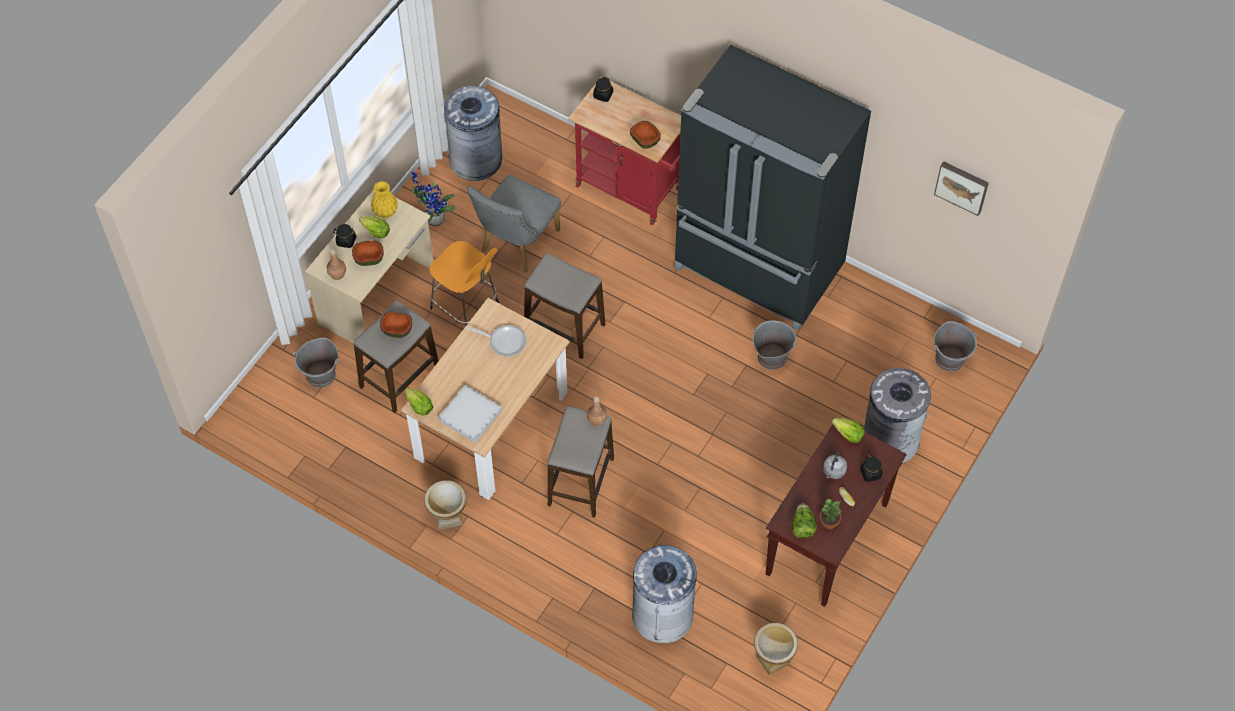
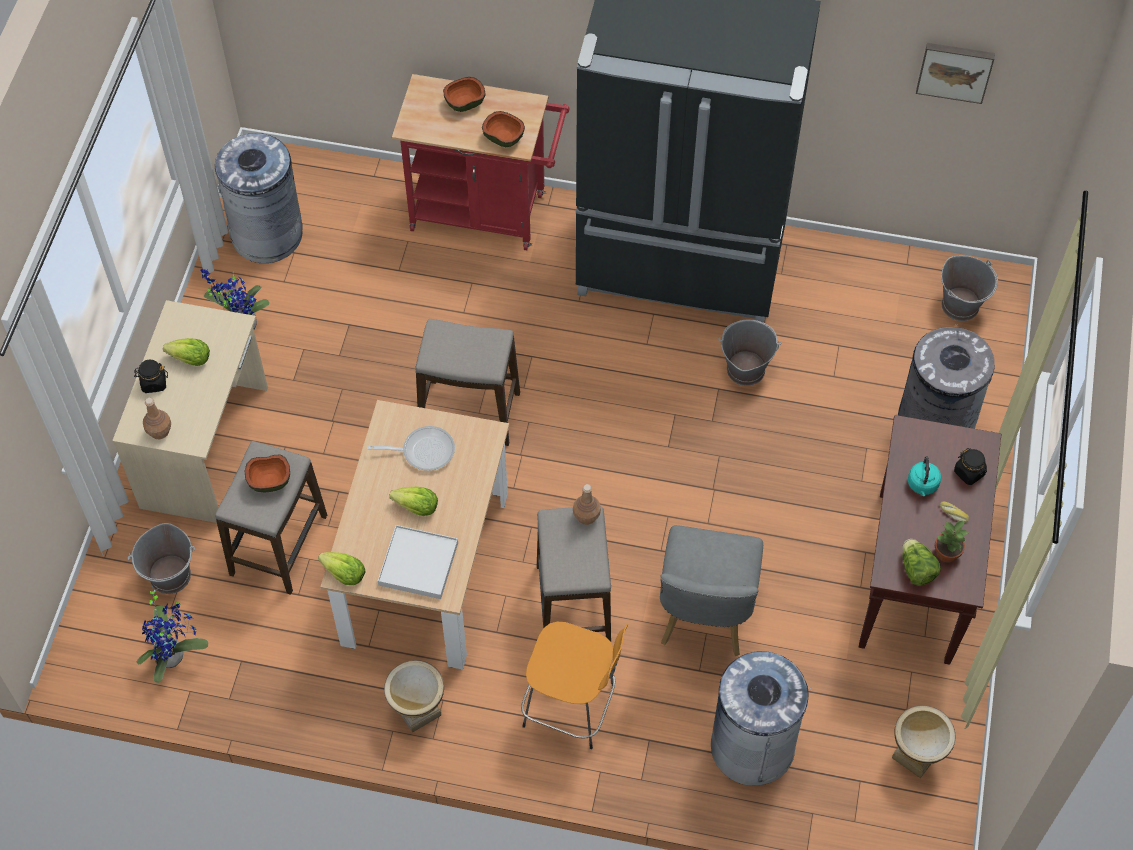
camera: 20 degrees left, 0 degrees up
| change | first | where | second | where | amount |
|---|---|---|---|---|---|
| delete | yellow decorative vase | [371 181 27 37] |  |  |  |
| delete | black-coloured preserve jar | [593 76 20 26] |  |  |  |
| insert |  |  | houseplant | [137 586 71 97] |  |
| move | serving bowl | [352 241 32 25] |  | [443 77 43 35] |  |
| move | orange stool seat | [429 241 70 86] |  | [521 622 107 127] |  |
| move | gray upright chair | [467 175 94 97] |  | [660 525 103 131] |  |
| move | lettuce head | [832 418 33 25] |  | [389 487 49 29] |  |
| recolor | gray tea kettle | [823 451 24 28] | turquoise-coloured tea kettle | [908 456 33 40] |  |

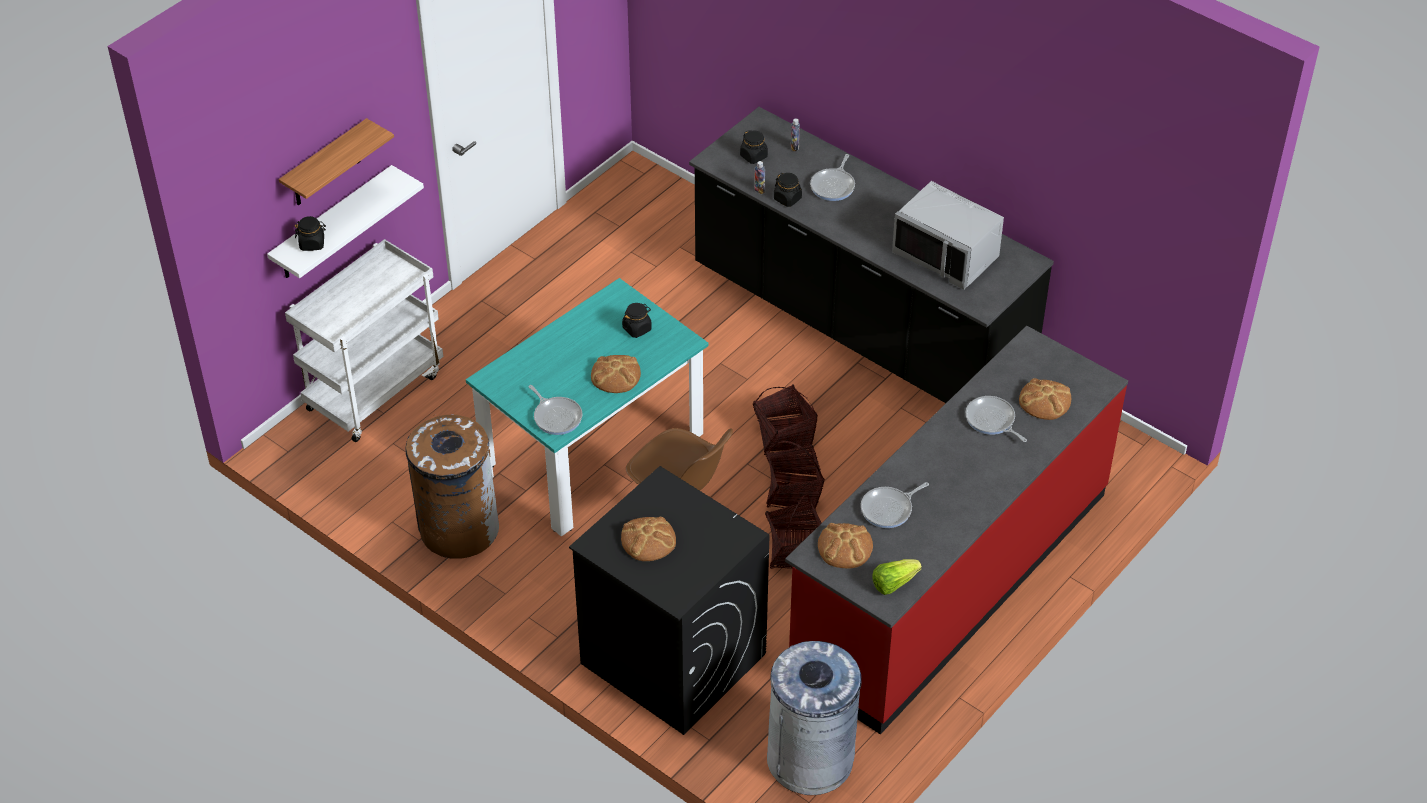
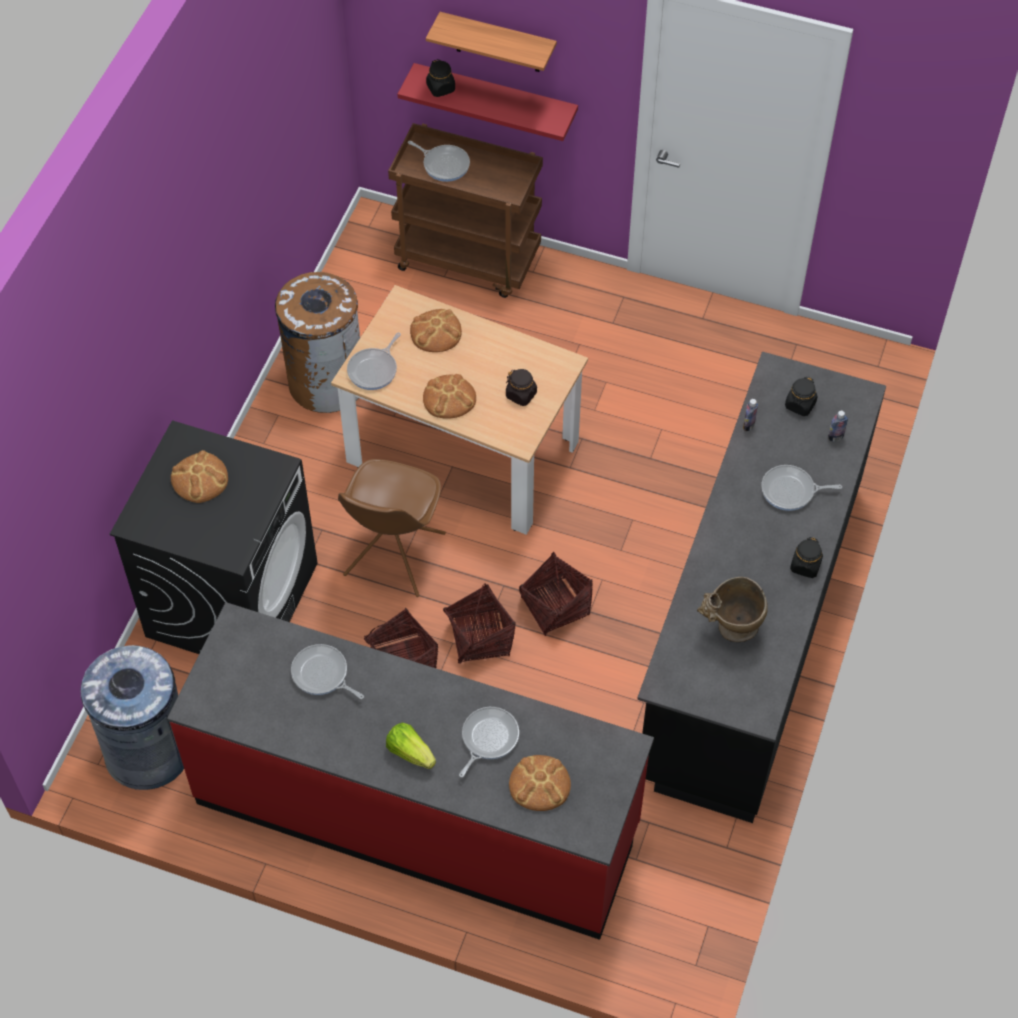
camera: 70 degrees right, 10 degrees up
| change | first | where | second | where | amount |
|---|---|---|---|---|---|
| insert |  |  | pan | [408 141 62 41] |  |
| move | black-coloured preserve jar | [774 173 28 34] |  | [790 537 33 41] |  |
| move | bakery bread | [818 523 55 45] |  | [410 309 52 43] |  |
| move | lettuce head | [872 559 50 36] |  | [386 723 50 46] |  |
| replace | gray kitchen microwave | [892 181 112 109] | sand-coloured decorative vase | [697 577 71 65] |  |
| recolor | whitish bracket shelf | [267 165 157 113] | reddish bracket shelf | [398 63 180 78] |  |
| recolor | whitish wheeled cart | [285 239 158 203] | brownish wheeled cart | [388 123 155 175] |  |
| recolor | turquoise-coloured dinner table | [466 278 242 259] | sand-coloured dinner table | [331 285 257 250] |  |

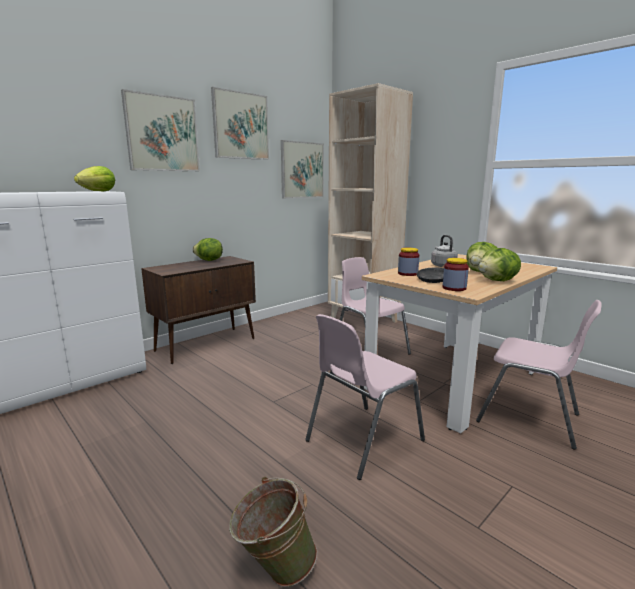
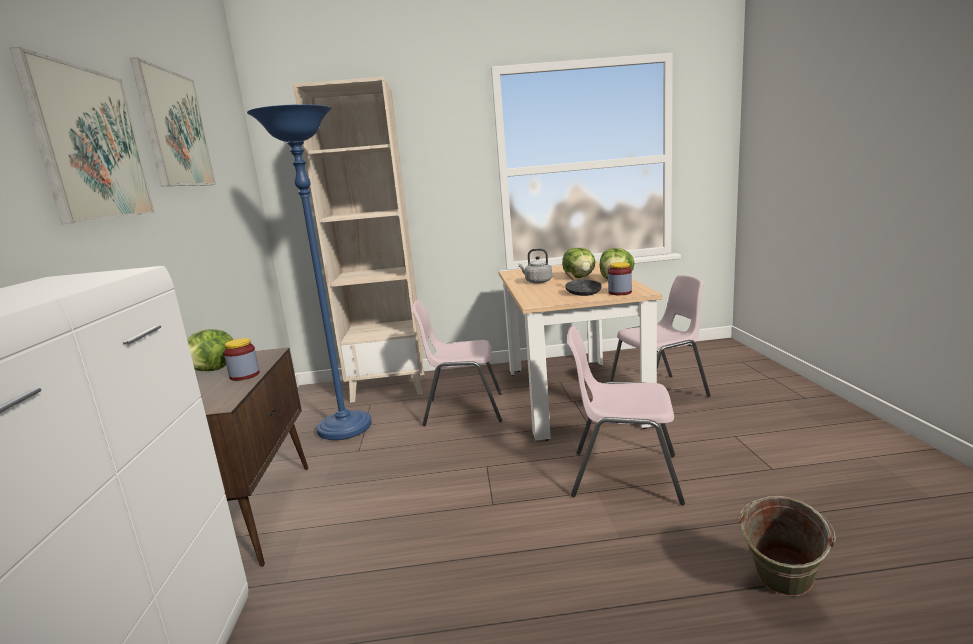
camera: 50 degrees left, 0 degrees up
| change | first | where | second | where | amount |
|---|---|---|---|---|---|
| delete | lettuce head | [74 166 41 26] |  |  |  |
| delete | wall art | [281 140 43 59] |  |  |  |
| insert |  |  | blue-coloured standing lamp | [247 104 125 336] |  |
| move | preserve jar | [398 248 21 28] |  | [224 338 36 43] |  |
| rotate | pinkish upright chair | [305 314 120 166] |  | [567 326 118 179] | 105 degrees clockwise |

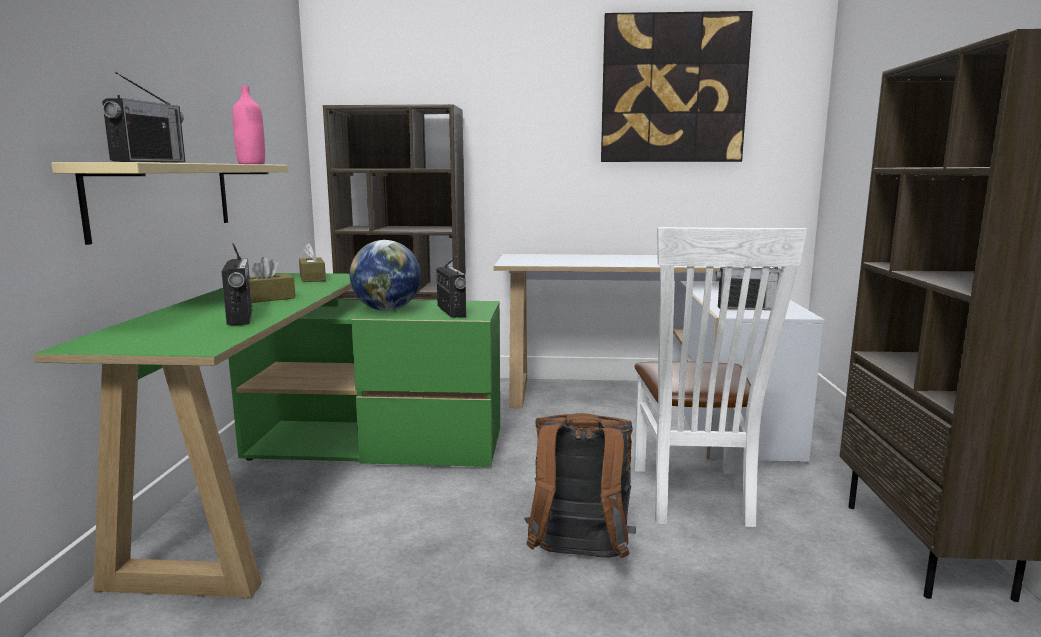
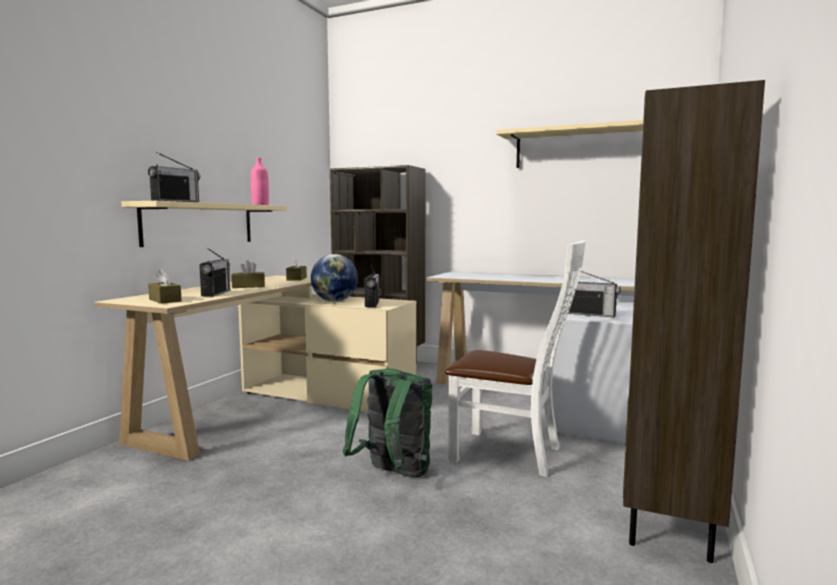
camera: 20 degrees right, 5 degrees down
| change | first | where | second | where | amount |
|---|---|---|---|---|---|
| insert |  |  | brownish box of tissues | [148 269 34 35] |  |
| replace | wall art | [601 11 152 151] | sand-coloured bracket shelf | [496 120 147 48] |  |
| recolor | green-coloured desk unit | [34 273 466 325] | sand-coloured desk unit | [94 275 323 186] |  |
| recolor | brownish rucksack | [524 413 112 145] | green-coloured rucksack | [343 368 89 109] |  |
| rotate | whitish upright chair | [634 227 173 300] |  | [445 240 141 237] | 90 degrees counterclockwise |

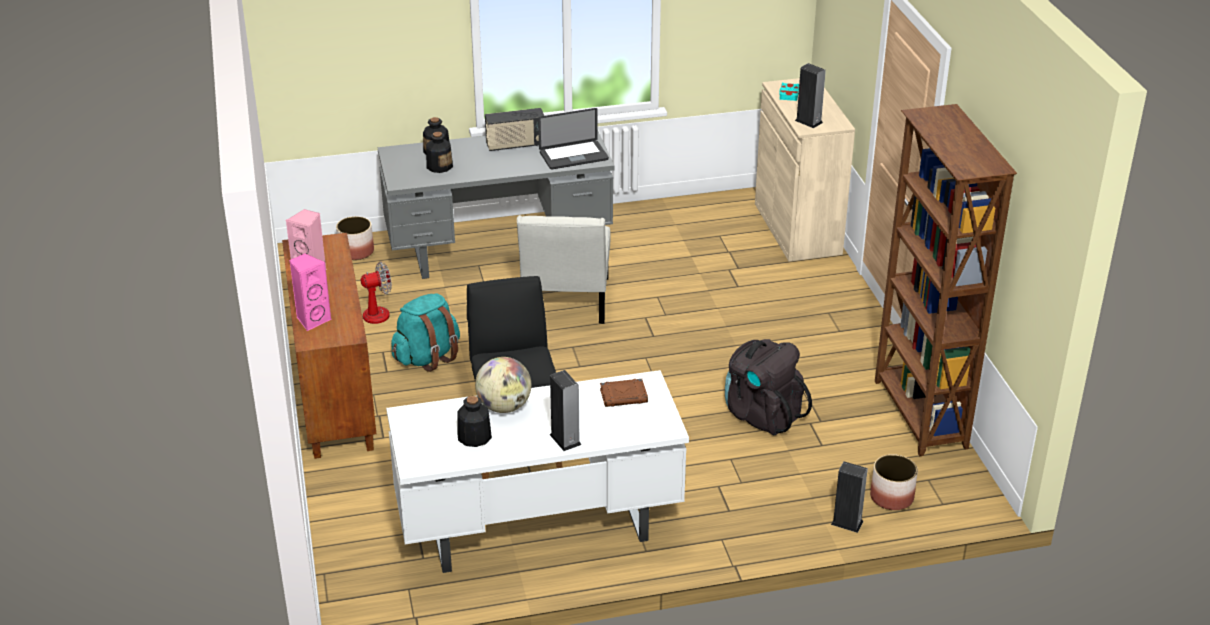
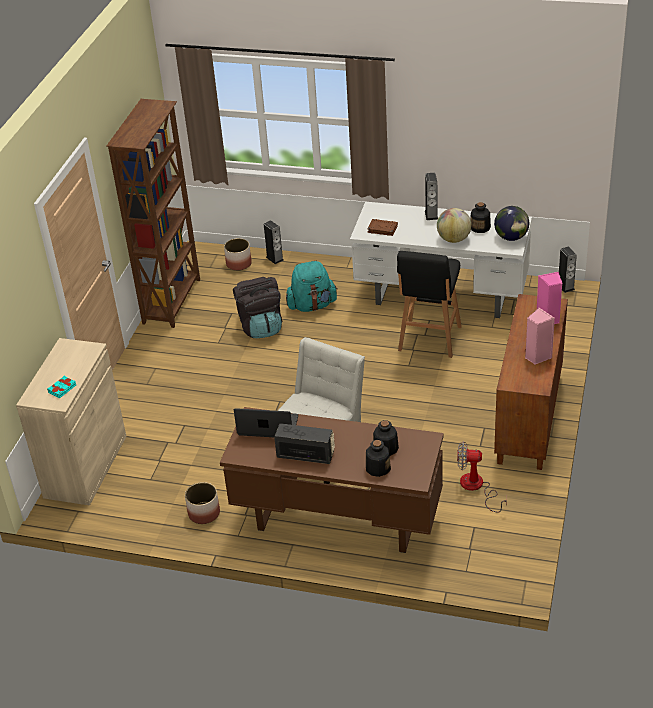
camera: 150 degrees left, 5 degrees up
| change | first | where | second | where | amount |
|---|---|---|---|---|---|
| insert |  |  | globe | [494 206 35 35] |  |
| move | plant pot | [336 216 38 44] |  | [185 482 35 42] |  |
| move | turquoise-coloured rucksack | [391 293 69 79] |  | [286 261 51 51] |  |
| move | loudspeaker | [795 63 31 65] |  | [559 247 18 46] |  |
| recolor | gray desk unit | [378 131 236 148] | brownish desk unit | [220 407 224 146] |  |

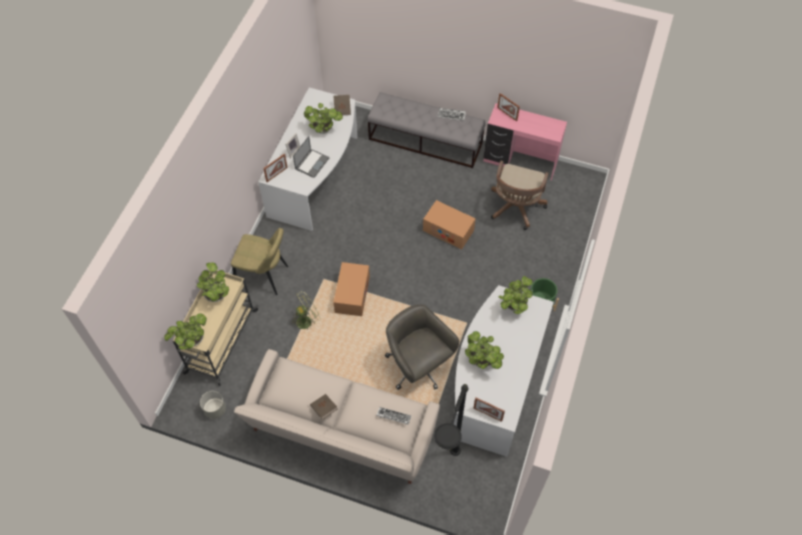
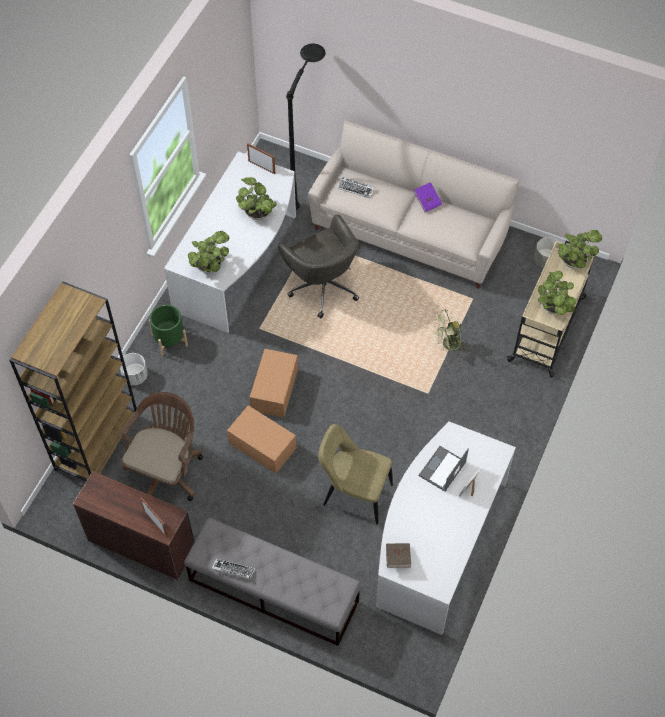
camera: 175 degrees left, 0 degrees up
| change | first | where | second | where | amount |
|---|---|---|---|---|---|
| delete | photo frame | [263 154 24 28] |  |  |  |
| delete | houseplant | [304 103 39 31] |  |  |  |
| insert |  |  | brownish bookcase | [9 282 128 199] |  |
| insert |  |  | whitish plant pot | [120 353 28 32] |  |
| move | sand-coloured upright chair | [231 228 57 67] |  | [318 424 75 101] |  |
| move | packing box | [333 262 37 54] |  | [250 349 48 68] |  |
| recolor | brownish book | [310 394 28 25] | purple-coloured book | [414 182 28 31] |  |
| recolor | pinkish desk unit | [483 103 84 78] | brownish desk unit | [73 471 121 109] |  |

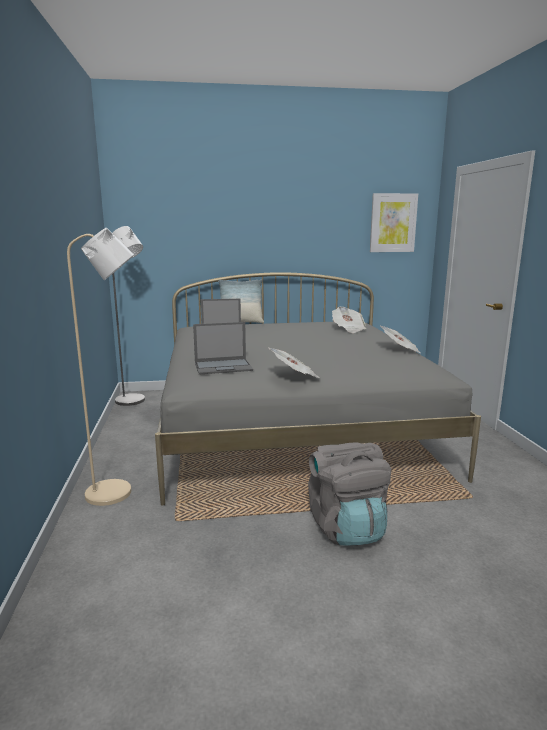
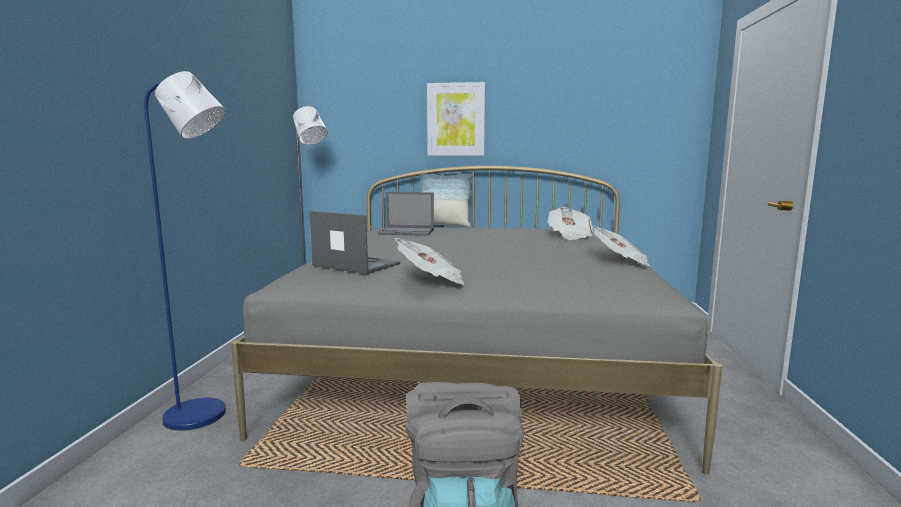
camera: 15 degrees right, 5 degrees down
| change | first | where | second | where | amount |
|---|---|---|---|---|---|
| move | wall art | [370 193 48 59] |  | [427 82 58 74] |  |
| recolor | sand-coloured standing lamp | [67 228 67 278] | blue-coloured standing lamp | [144 71 82 360] |  |
| rotate | notebook computer | [193 322 60 52] |  | [310 211 91 63] | 150 degrees counterclockwise |

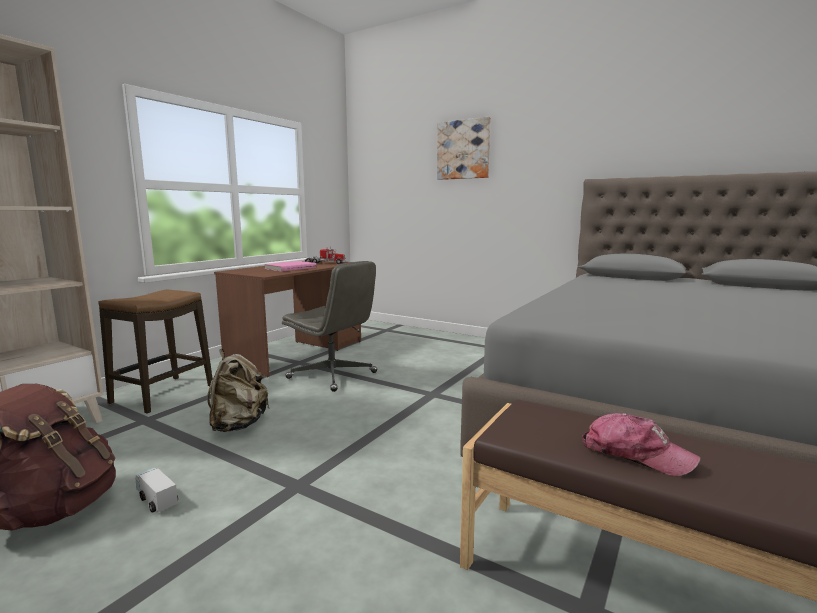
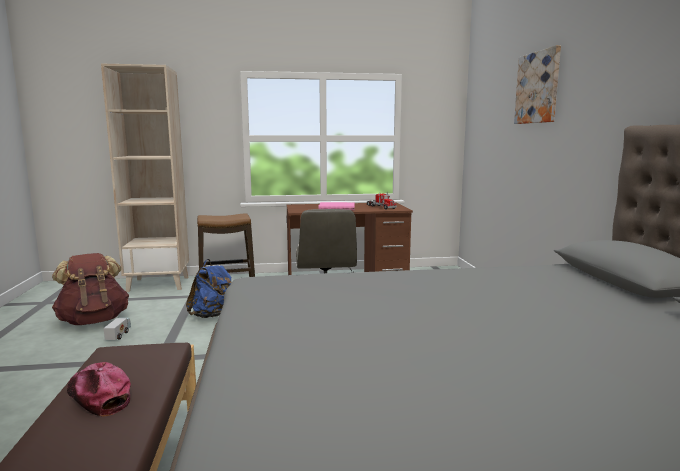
camera: 50 degrees right, 0 degrees up
| change | first | where | second | where | amount |
|---|---|---|---|---|---|
| recolor | sand-coloured rucksack | [207 348 62 84] | blue-coloured rucksack | [186 259 46 59] |  |
| rotate | baseball cap | [582 413 119 63] |  | [67 362 64 55] | 135 degrees clockwise |

